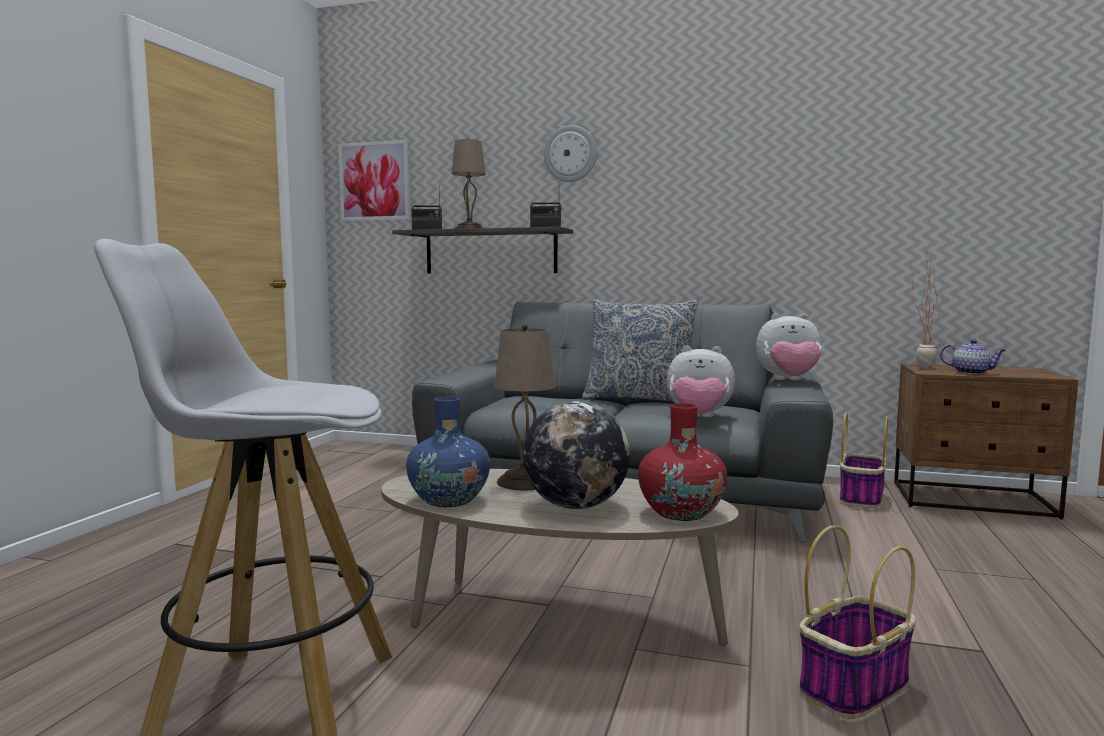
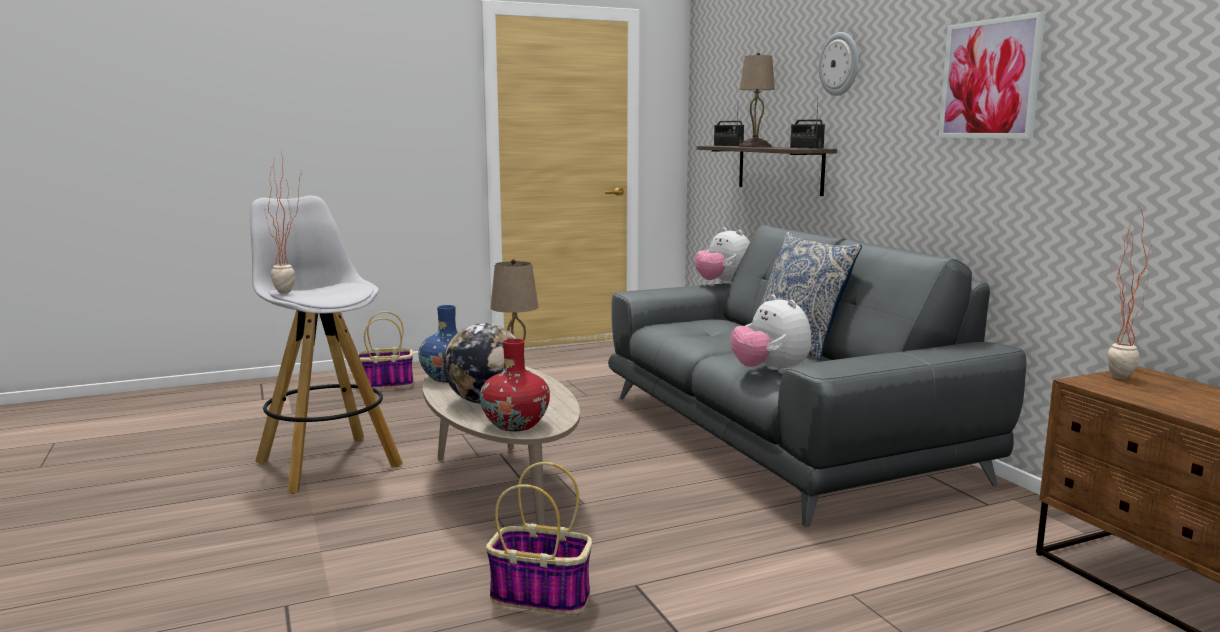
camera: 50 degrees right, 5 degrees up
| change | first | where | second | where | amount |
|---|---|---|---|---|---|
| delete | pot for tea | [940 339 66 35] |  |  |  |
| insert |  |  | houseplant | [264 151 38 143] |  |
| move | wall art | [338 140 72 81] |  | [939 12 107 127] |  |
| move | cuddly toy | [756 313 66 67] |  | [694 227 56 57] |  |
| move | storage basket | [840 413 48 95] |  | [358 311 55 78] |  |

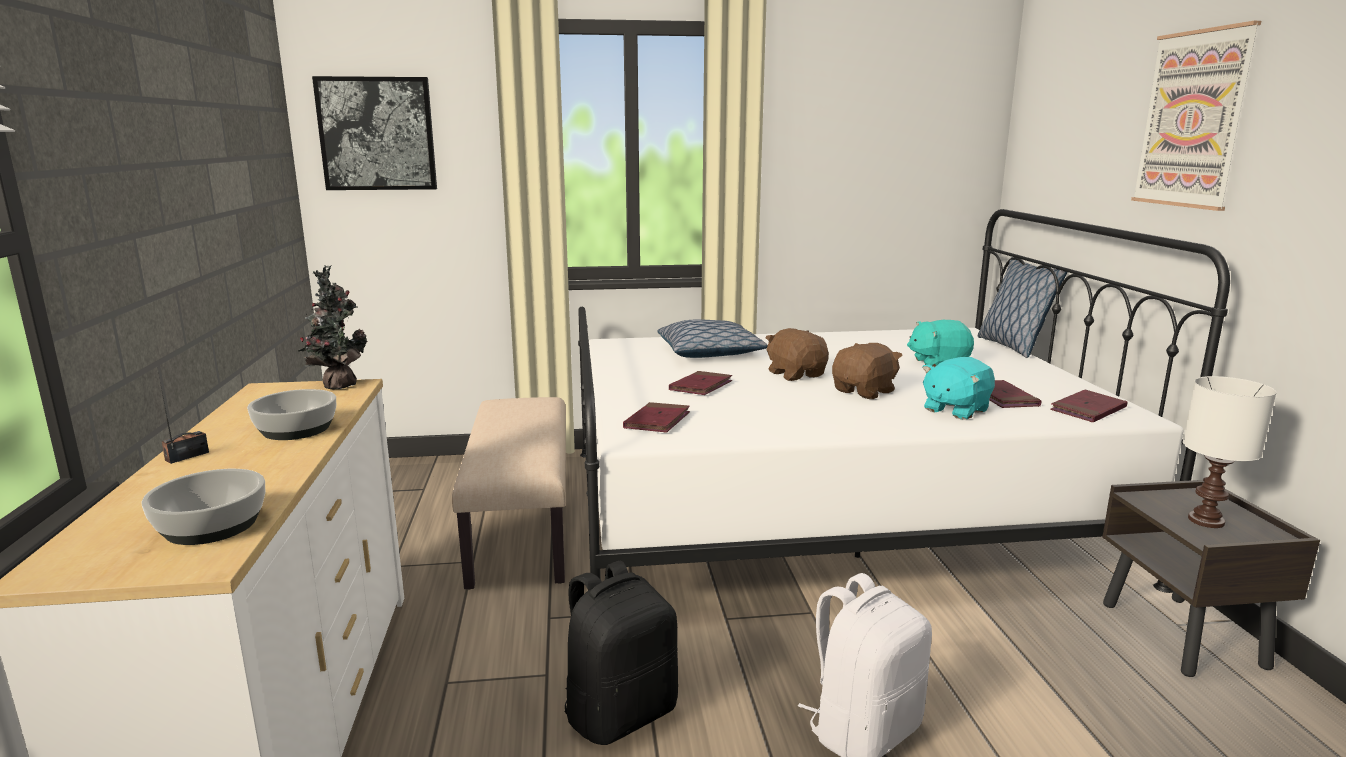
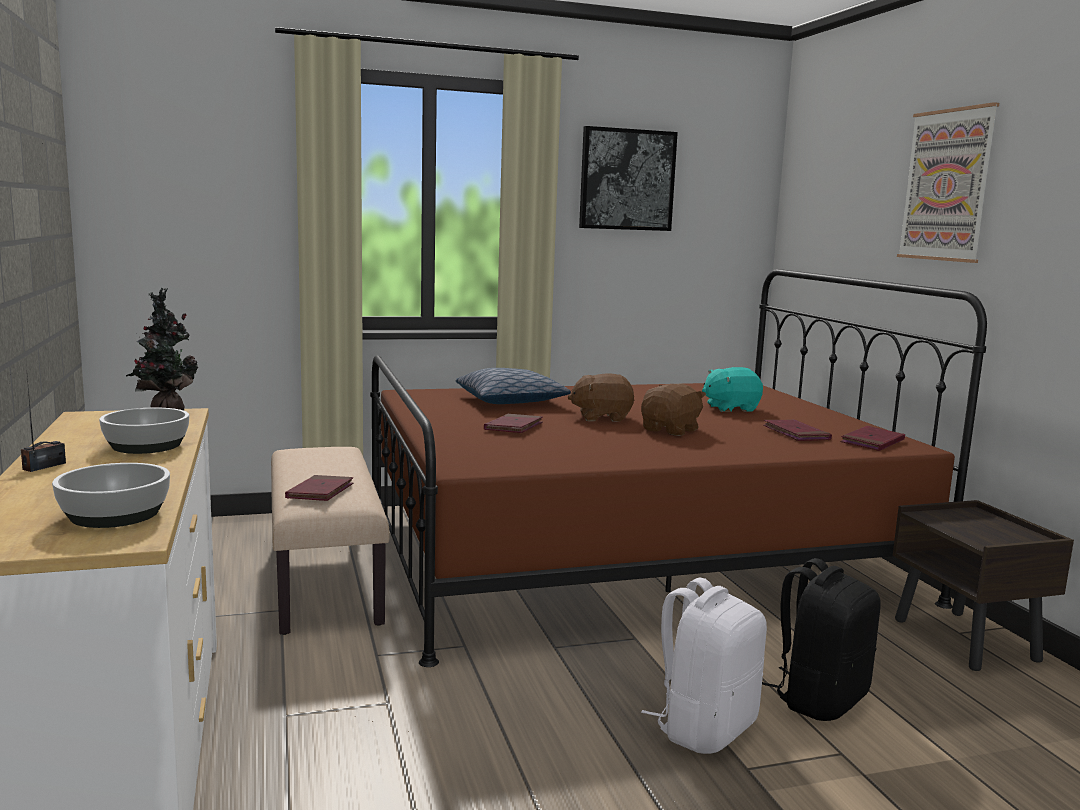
camera: 10 degrees left, 5 degrees down
| change | first | where | second | where | amount |
|---|---|---|---|---|---|
| delete | turquoise-coloured cuddly toy | [922 357 73 63] |  |  |  |
| delete | cushion | [977 257 90 101] |  |  |  |
| delete | whitish tabletop lamp | [1183 376 94 152] |  |  |  |
| move | wall art | [312 76 125 114] |  | [579 126 99 105] |  |
| move | black-coloured rucksack | [565 560 113 185] |  | [762 558 119 163] |  |
| move | reddish book | [623 402 67 31] |  | [285 475 69 26] |  |
| recolor | whitish sleeping bed | [578 209 652 384] | brownish sleeping bed | [370 269 617 398] |  |
| rotate | brownish cuddly toy | [765 328 64 53] |  | [568 373 66 49] | 60 degrees counterclockwise |

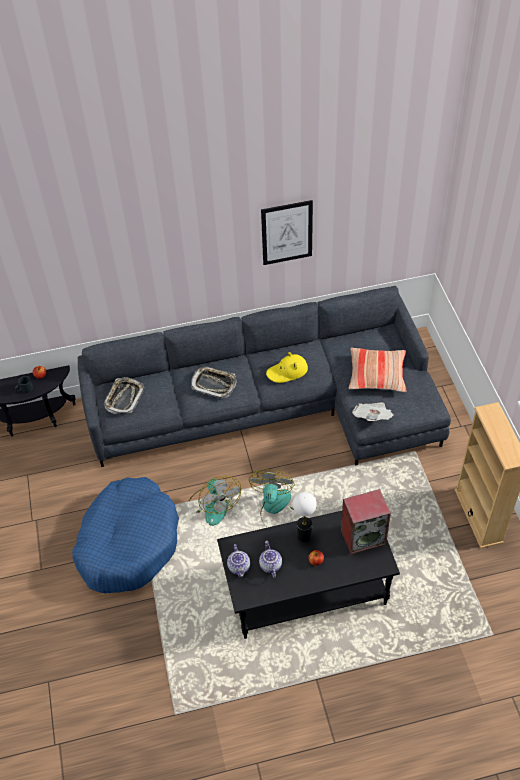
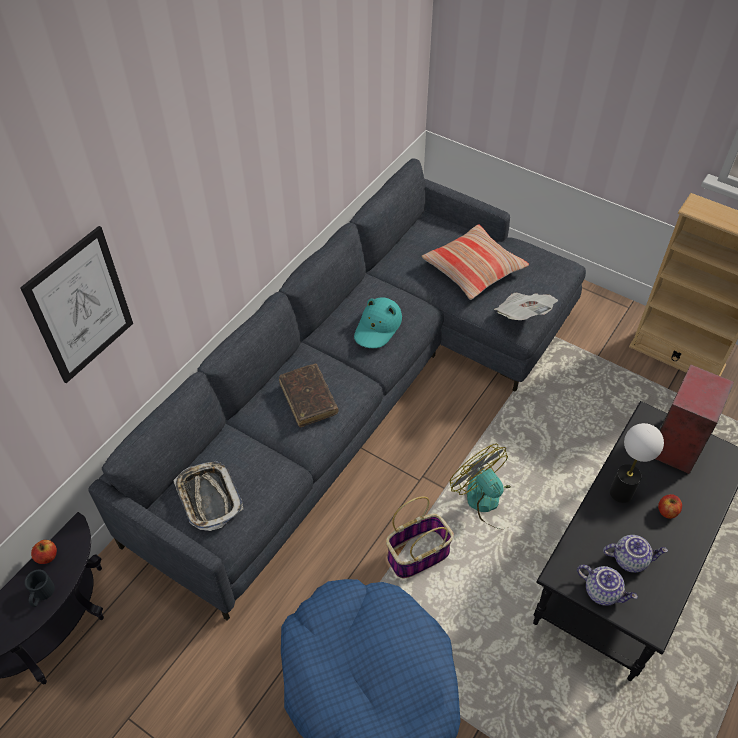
camera: 45 degrees left, 0 degrees up
| change | first | where | second | where | amount |
|---|---|---|---|---|---|
| move | wall art | [261 200 52 65] |  | [20 226 113 157] |  |
| replace | electric fan | [189 476 52 50] | storage basket | [386 496 68 82] |  |
| replace | tray | [191 366 46 32] | brownish book | [279 364 59 63] |  |
| recolor | yellow wearable hat | [266 352 42 31] | turquoise-coloured wearable hat | [354 297 48 51] |  |
| rotate | pot for tea | [259 541 23 37] |  | [603 535 65 38] | 150 degrees clockwise |

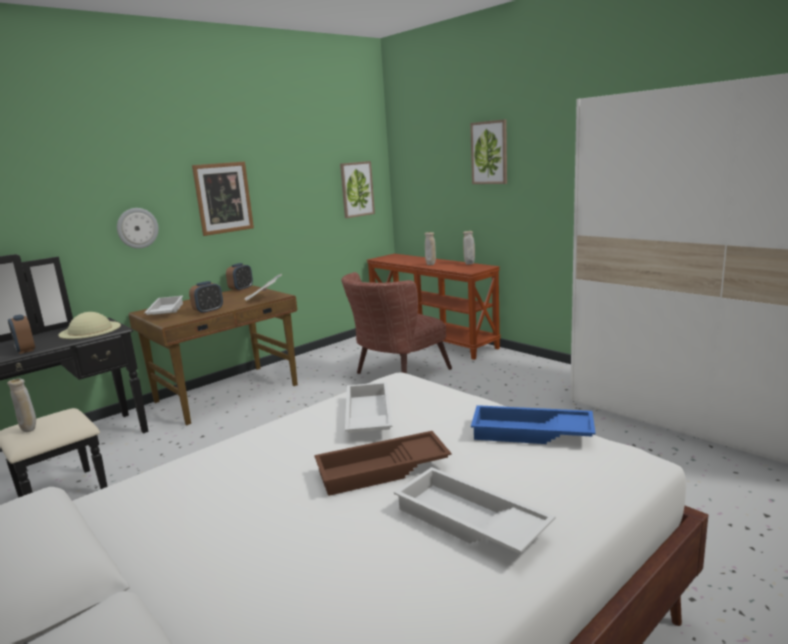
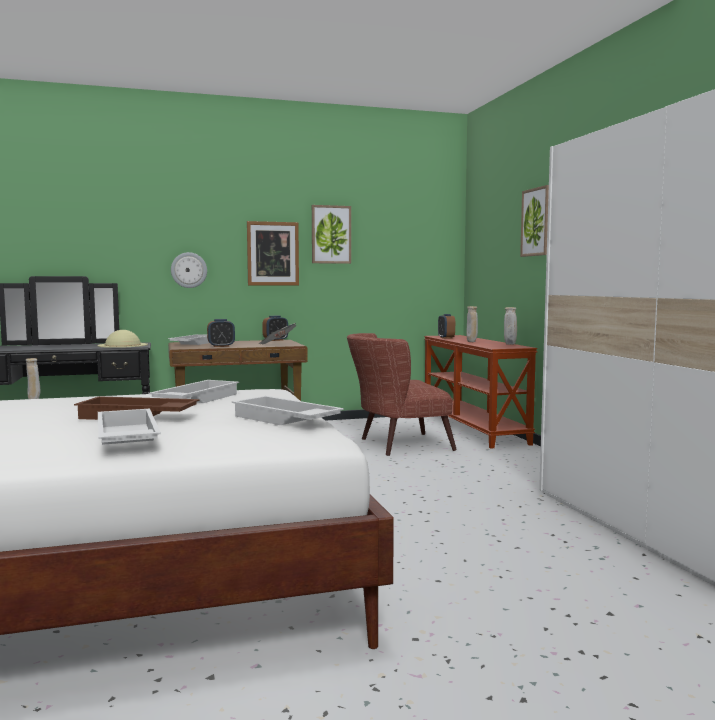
camera: 25 degrees right, 10 degrees down
| change | first | where | second | where | amount |
|---|---|---|---|---|---|
| move | table clock | [8 315 27 39] |  | [438 314 17 25] |  |
| move | wall art | [340 161 35 57] |  | [312 205 39 59] |  |
| recolor | blue-coloured tray | [471 405 125 39] | whitish tray | [232 396 112 29] |  |

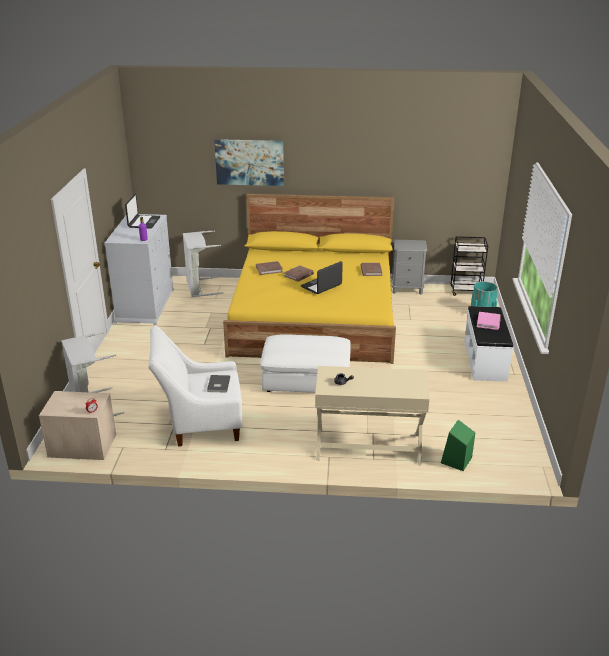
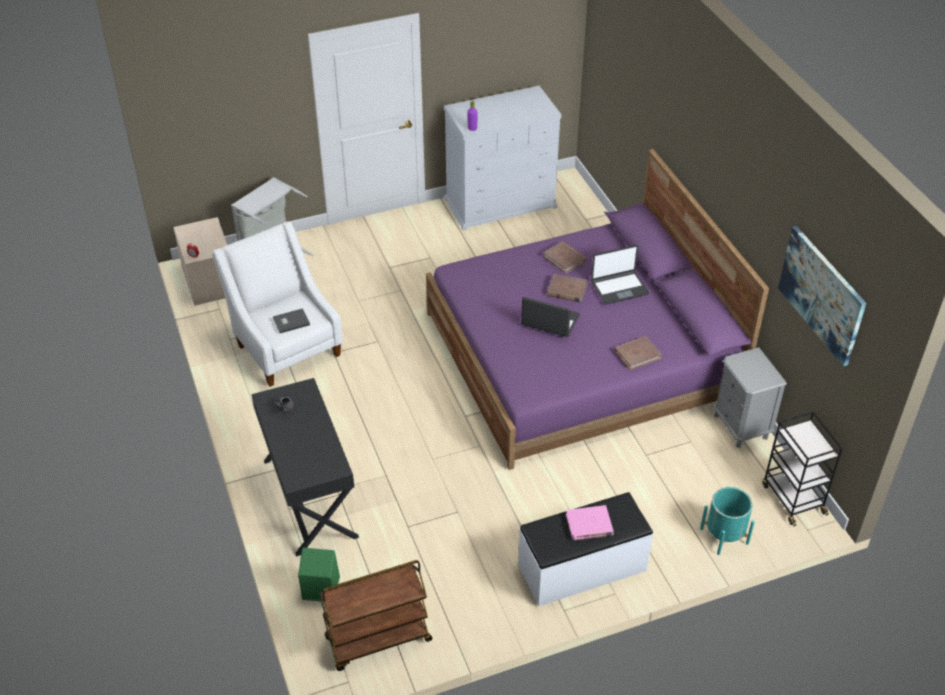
camera: 65 degrees right, 15 degrees up
| change | first | where | second | where | amount |
|---|---|---|---|---|---|
| delete | gray hamper | [183 230 41 67] |  |  |  |
| delete | whitish footrest | [261 334 90 59] |  |  |  |
| insert |  |  | brownish wheeled cart | [320 560 112 111] |  |
| move | notebook computer | [125 194 35 35] |  | [591 245 58 59] |  |
| move | wall art | [214 139 70 47] |  | [778 226 88 140] |  |
| recolor | yellow sleeping bed | [223 194 173 170] | purple-coloured sleeping bed | [426 149 343 321] |  |
| recolor | sand-coloured desk unit | [315 366 115 99] | black-coloured desk unit | [252 378 107 179] |  |

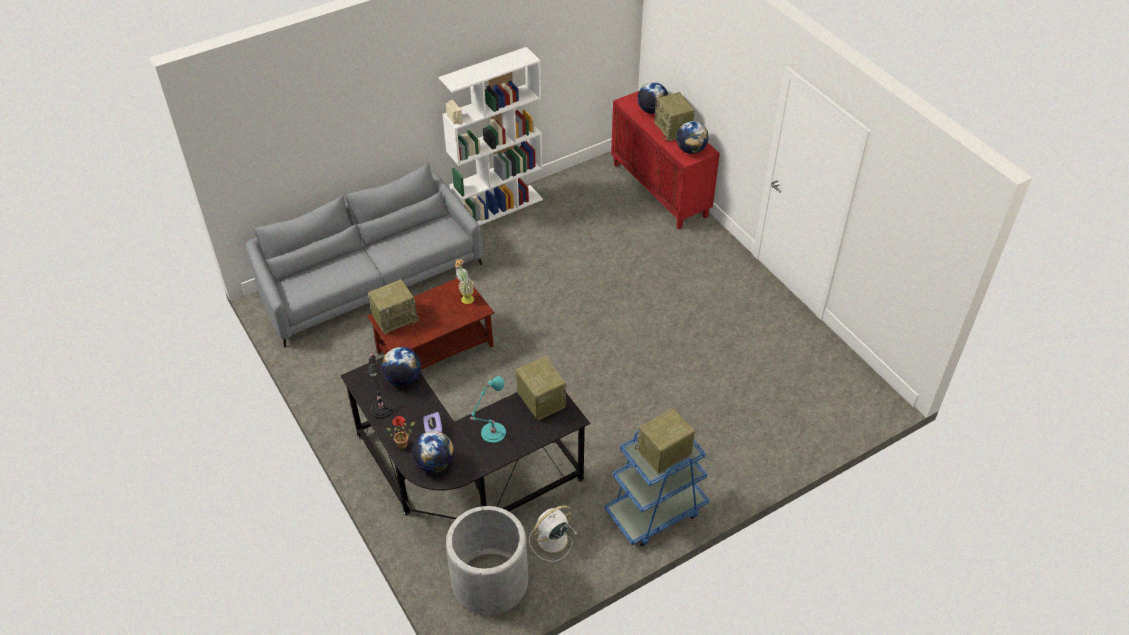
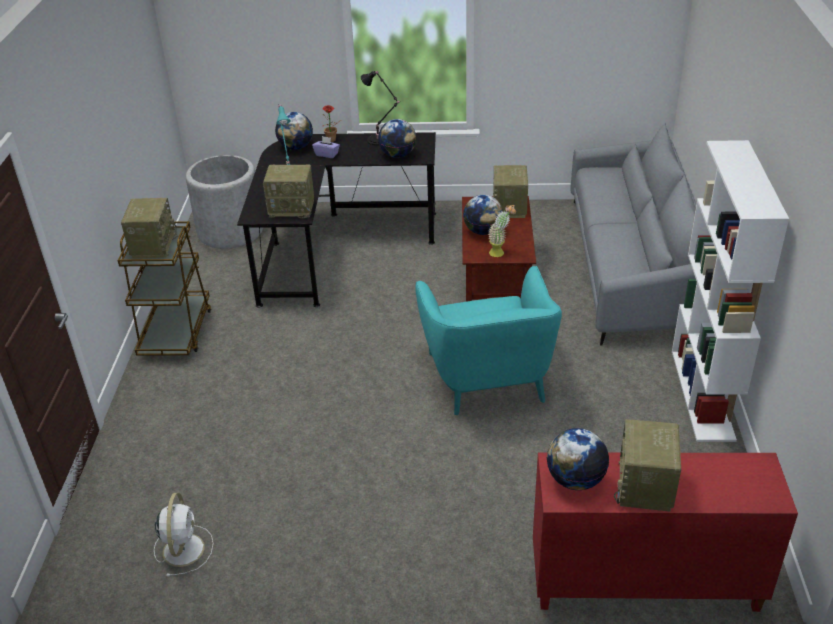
camera: 125 degrees right, 10 degrees down
| change | first | where | second | where | amount |
|---|---|---|---|---|---|
| insert |  |  | turquoise-coloured easy chair | [415 266 147 149] |  |
| move | whitish electric fan | [529 505 48 57] |  | [154 493 59 84] |  |
| move | globe | [638 82 30 32] |  | [463 195 40 40] |  |
| recolor | blue-coloured wheeled cart | [605 430 104 117] | brownish wheeled cart | [117 221 95 135] |  |
| rotate | radio receiver | [654 92 41 49] |  | [614 419 67 93] | 90 degrees counterclockwise |

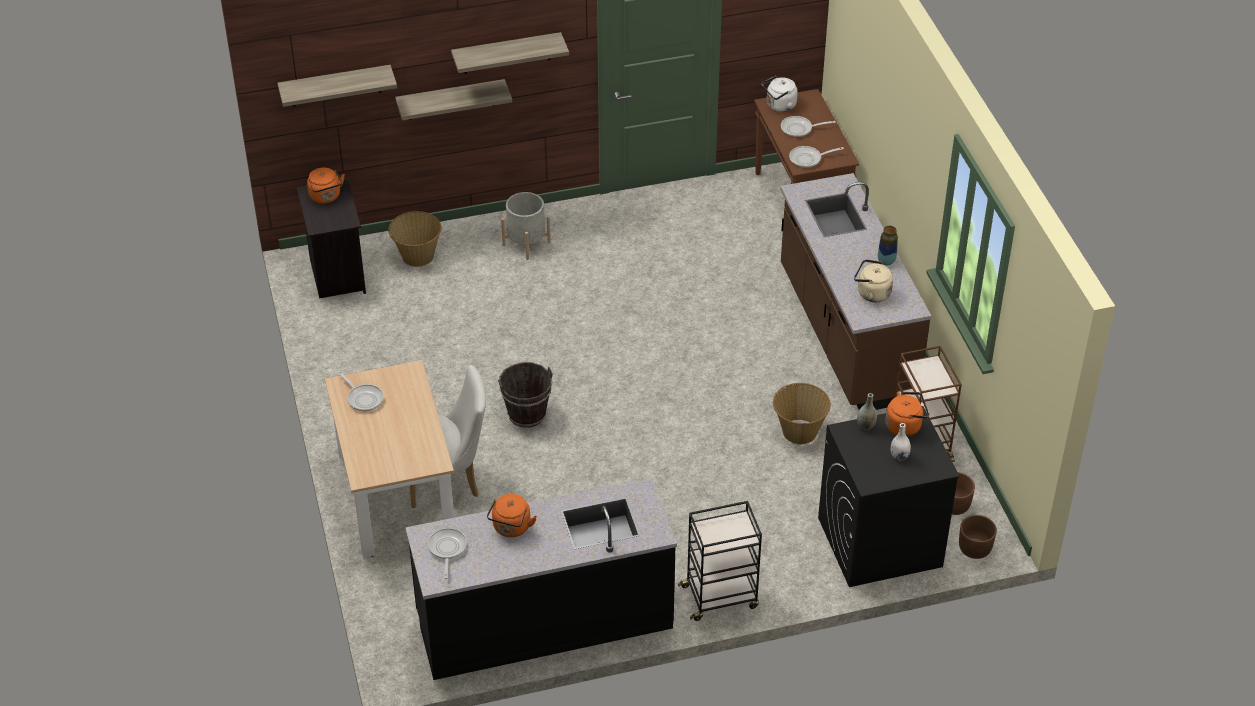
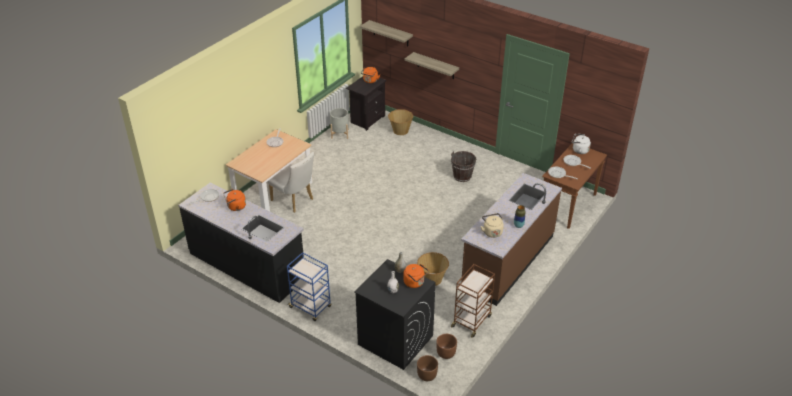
camera: 50 degrees right, 5 degrees down
| change | first | where | second | where | amount |
|---|---|---|---|---|---|
| delete | bracket shelf | [451 32 118 42] |  |  |  |
| move | brownish pail | [498 362 55 66] |  | [451 151 25 31] |  |
| move | gray plant pot | [501 192 50 68] |  | [330 108 19 31] |  |
| recolor | black-coloured wheeled cart | [678 501 84 120] | blue-coloured wheeled cart | [287 252 45 69] |  |

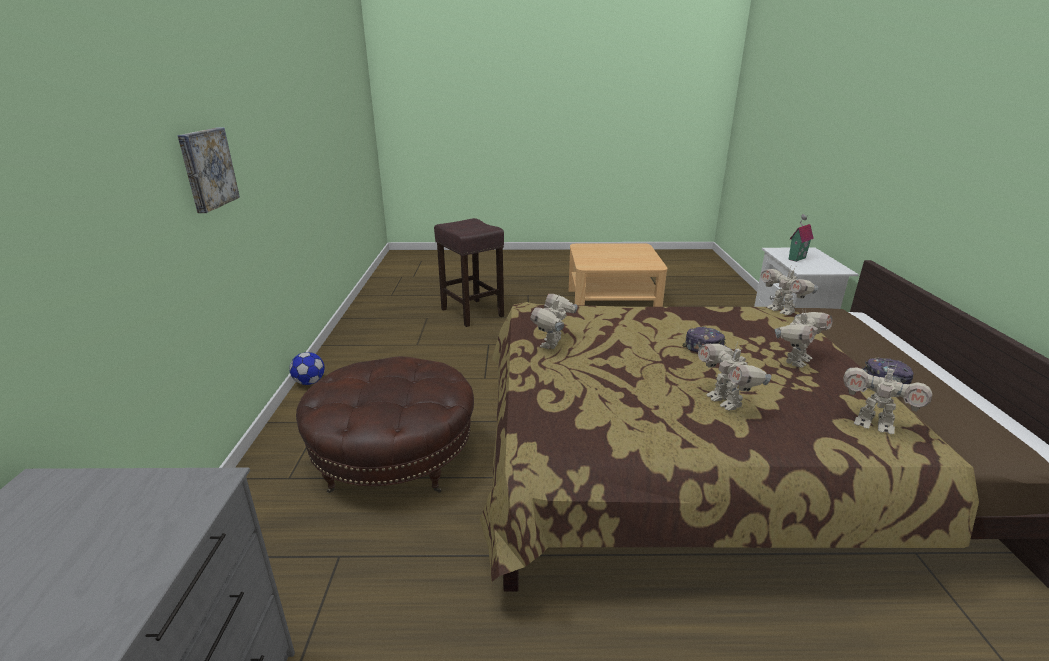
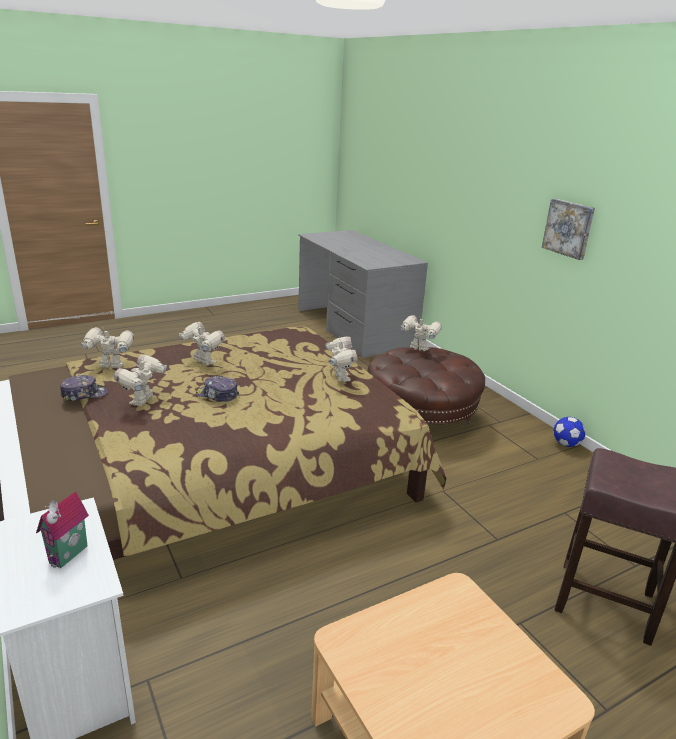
camera: 150 degrees right, 0 degrees up
| change | first | where | second | where | amount |
|---|---|---|---|---|---|
| move | model robot | [761 267 57 48] |  | [400 315 42 36] |  |

